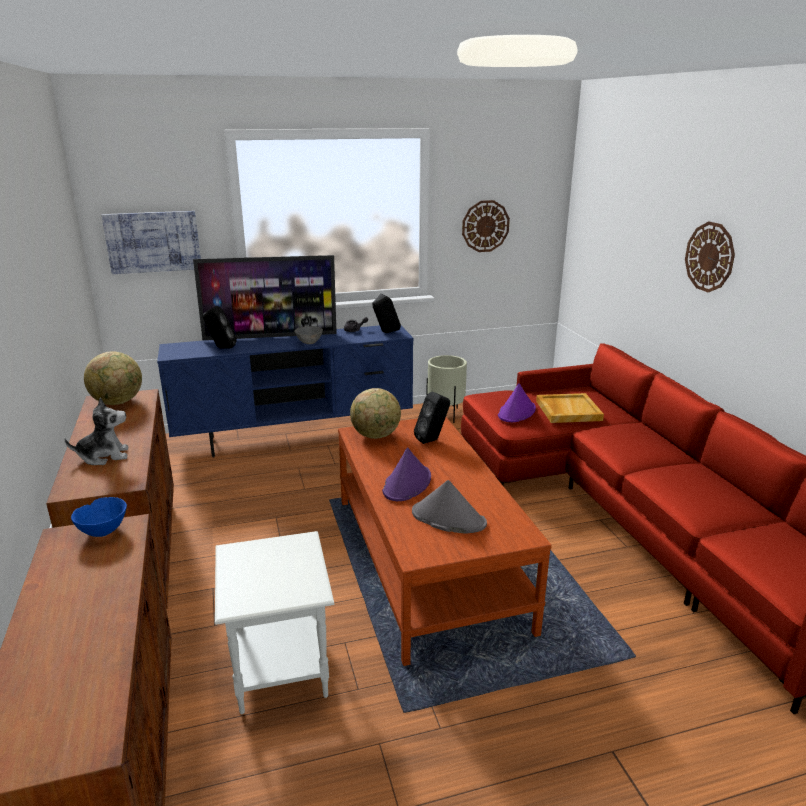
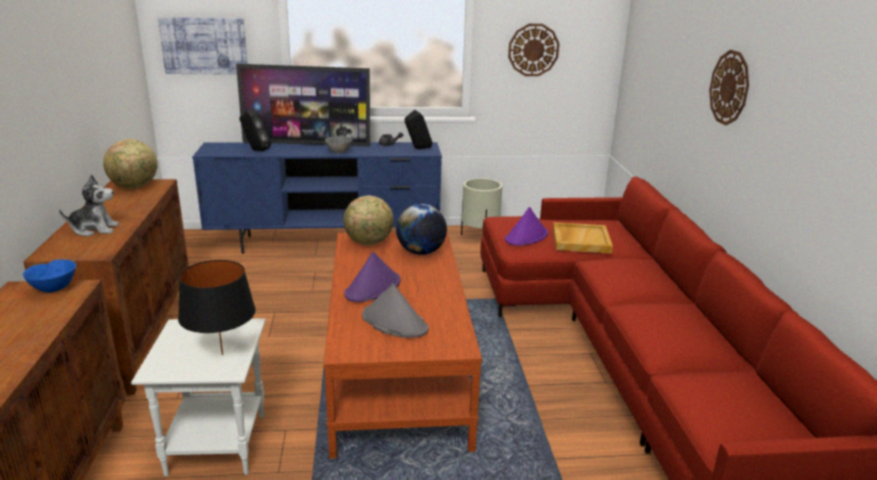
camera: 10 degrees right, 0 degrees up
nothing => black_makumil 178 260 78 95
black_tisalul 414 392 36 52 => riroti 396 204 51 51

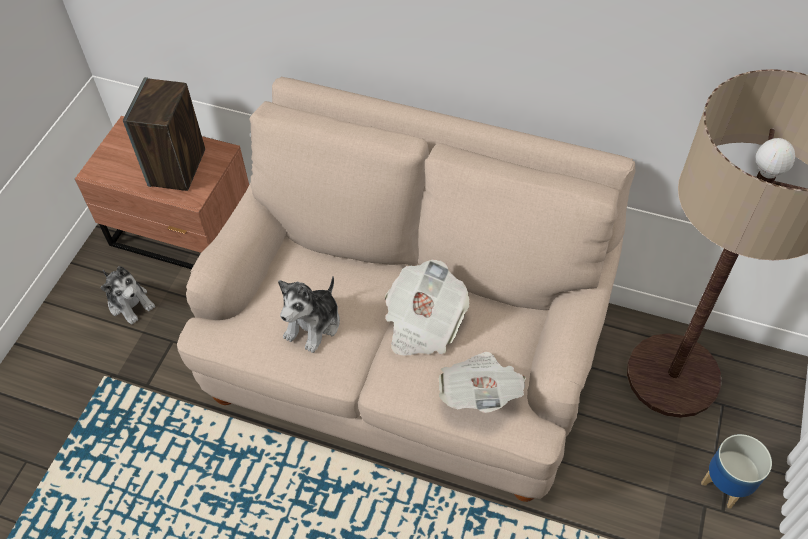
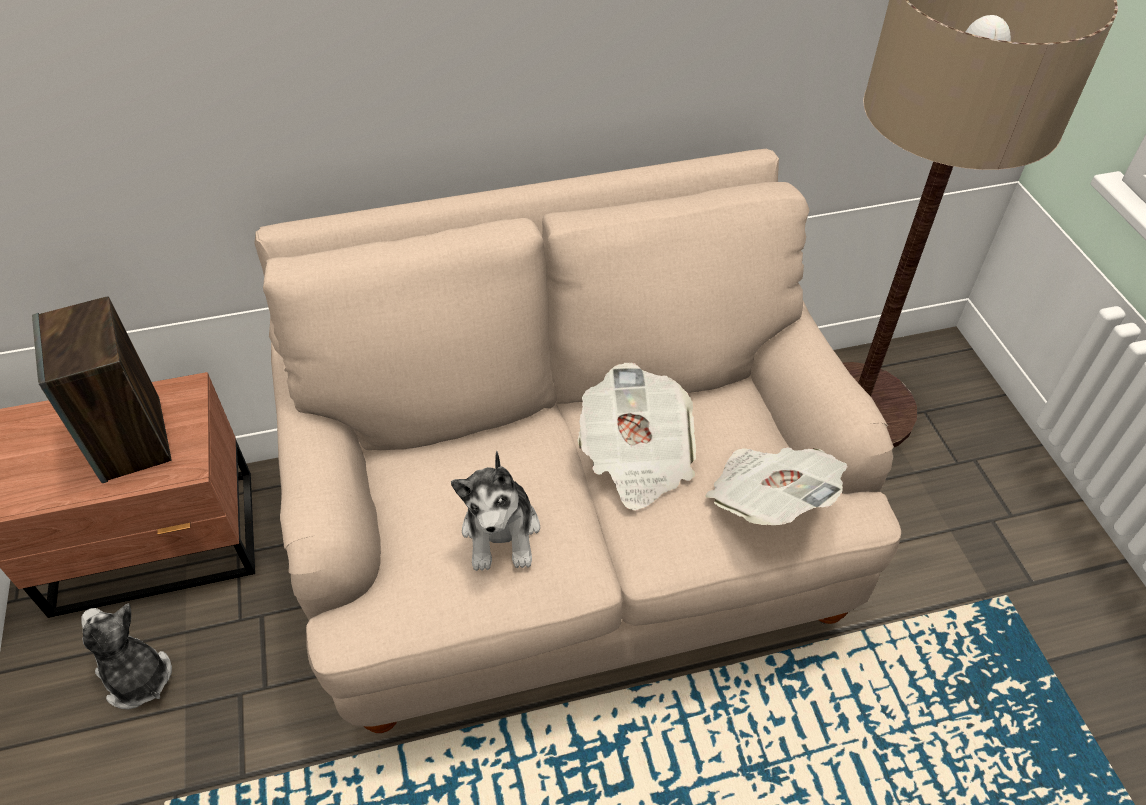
camera: 35 degrees left, 5 degrees down
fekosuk 100 266 55 59 => fekosuk 81 603 91 106, 150 degrees counterclockwise
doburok 701 434 71 75 => nothing

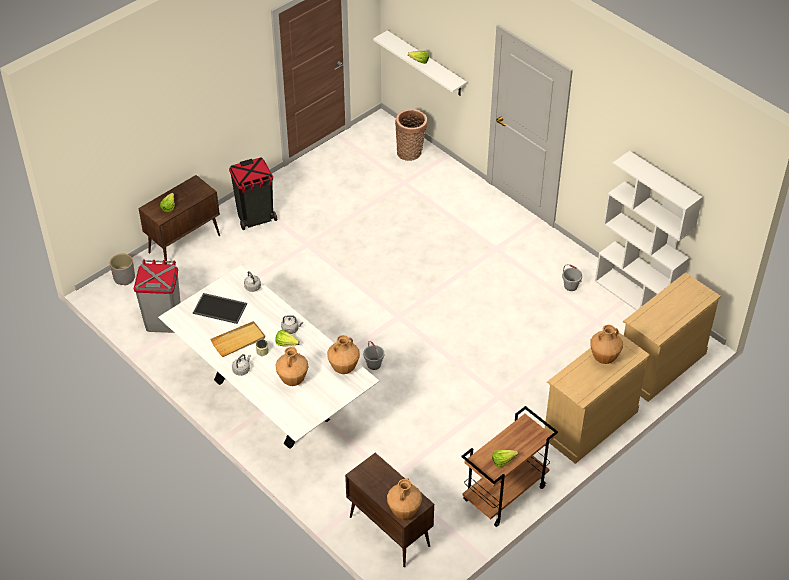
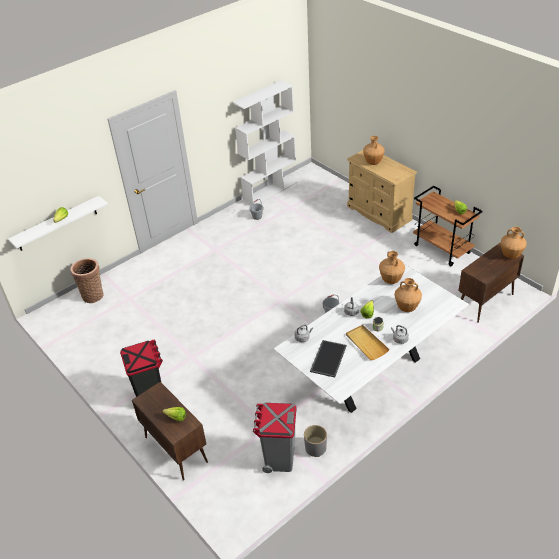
camera: 85 degrees left, 5 degrees down
grey_doburok 110 253 25 33 => grey_doburok 304 425 23 32, relocated
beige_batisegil 623 272 98 130 => nothing

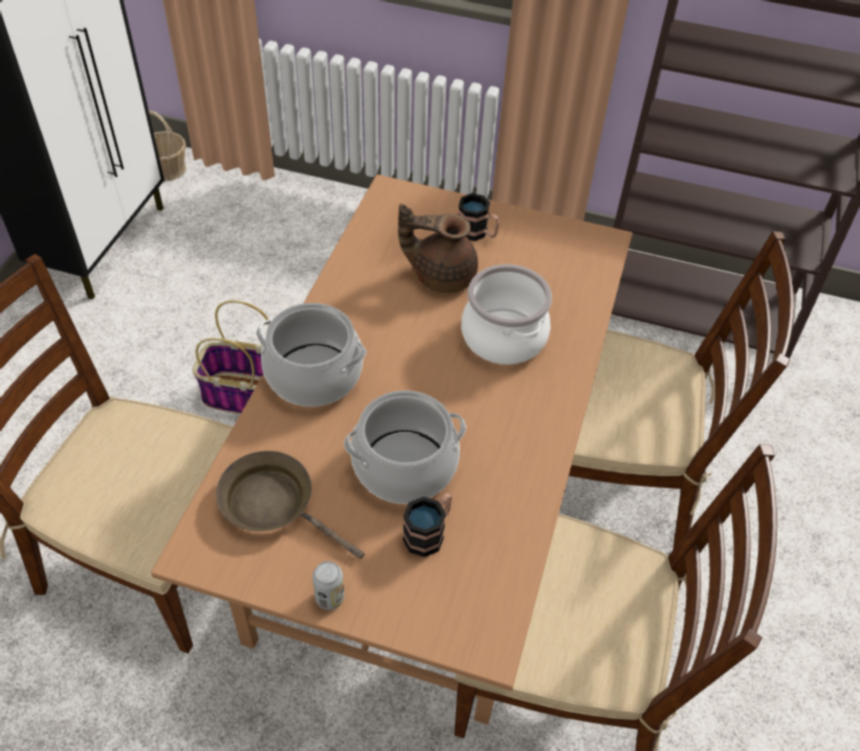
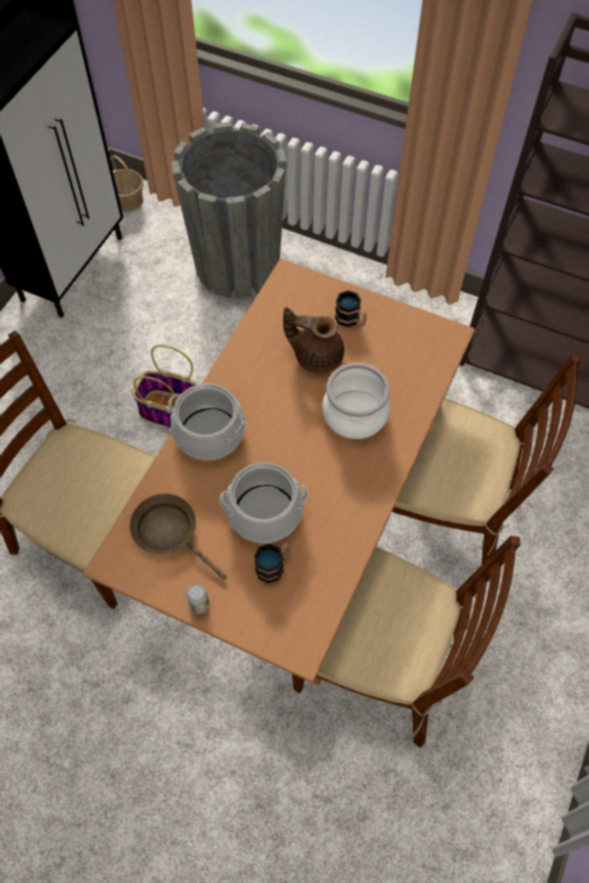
camera: 10 degrees right, 10 degrees up
nothing => grey_doburok 171 122 116 176

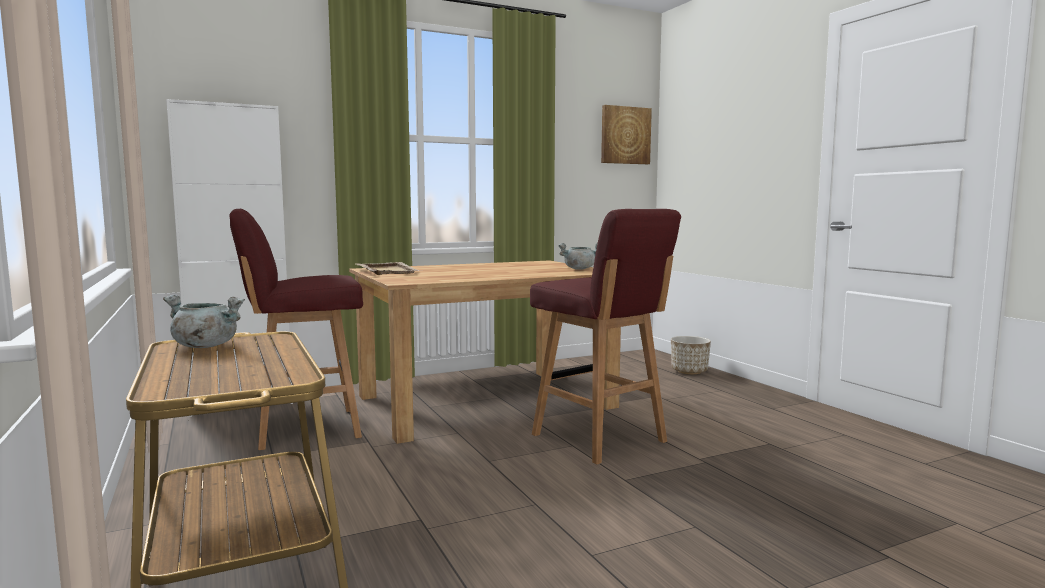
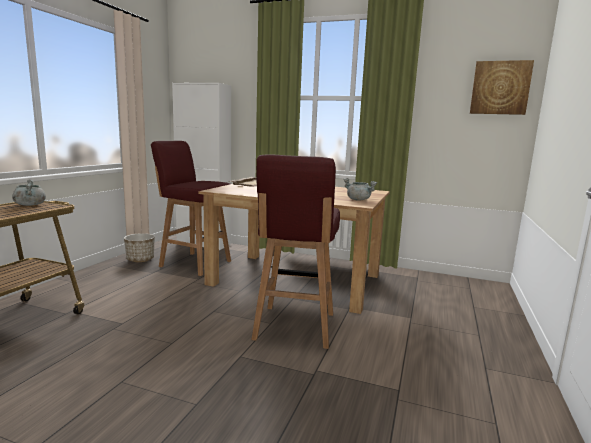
camera: 45 degrees right, 5 degrees up
doburok 671 336 40 38 => doburok 124 233 31 29, relocated

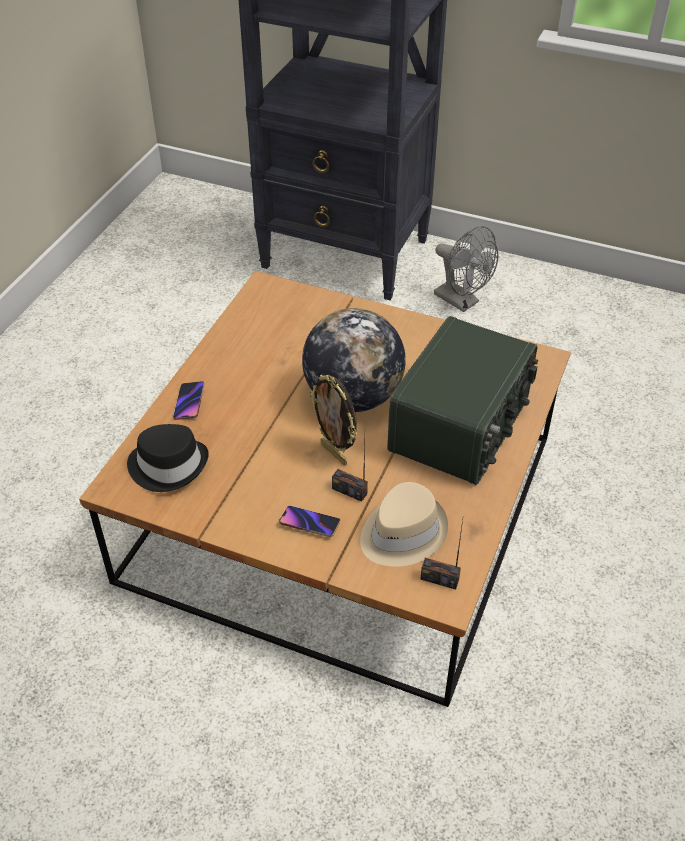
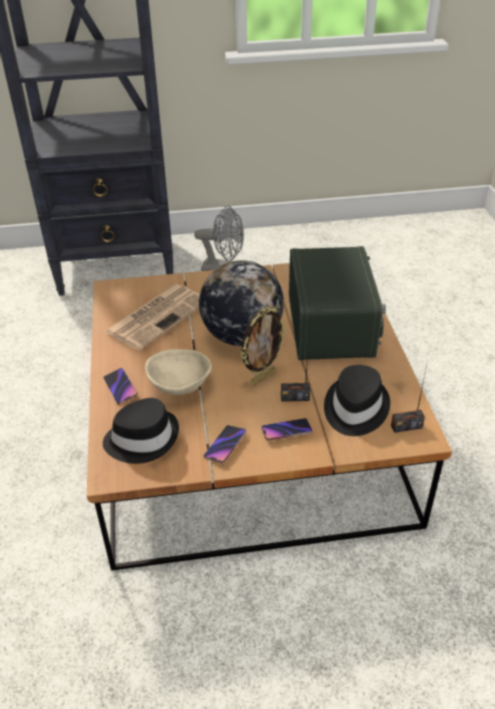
camera: 30 degrees left, 5 degrees down
nothing => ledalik 104 284 96 67
nothing => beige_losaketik 145 349 67 46
nothing => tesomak 204 425 42 38
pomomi 310 374 47 91 => pomomi 240 307 47 79, 60 degrees counterclockwise
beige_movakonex 360 482 88 85 => black_movakonex 324 365 66 71

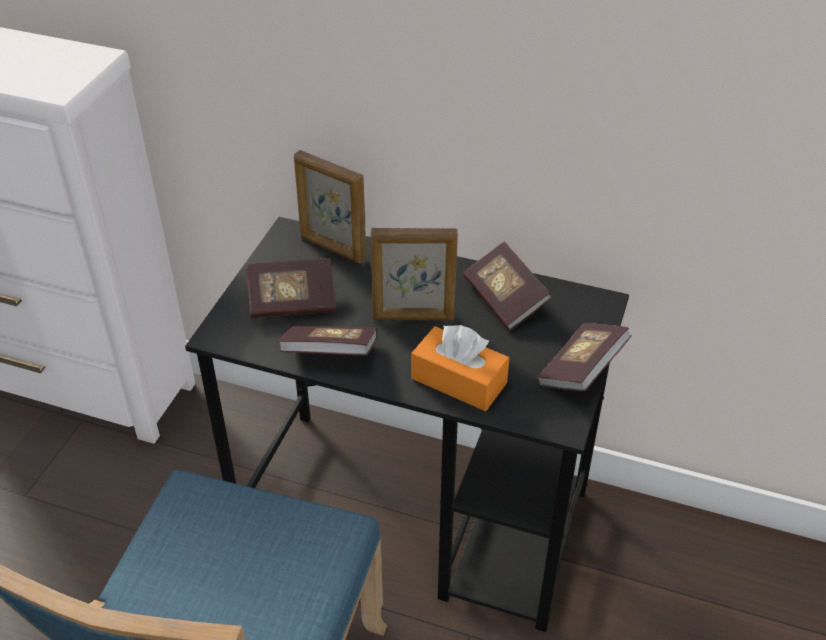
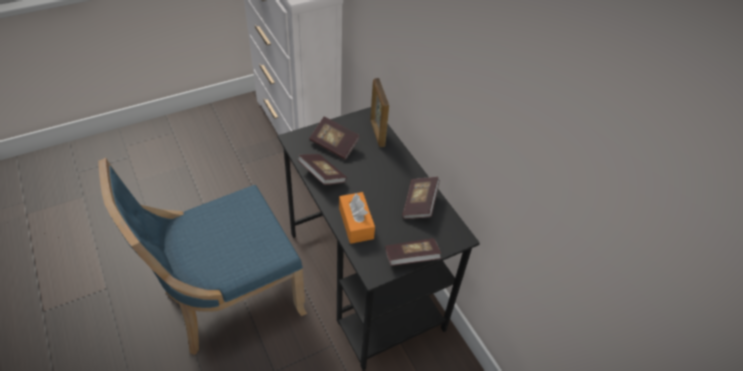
camera: 40 degrees right, 5 degrees up
pomomi 370 228 88 92 => nothing

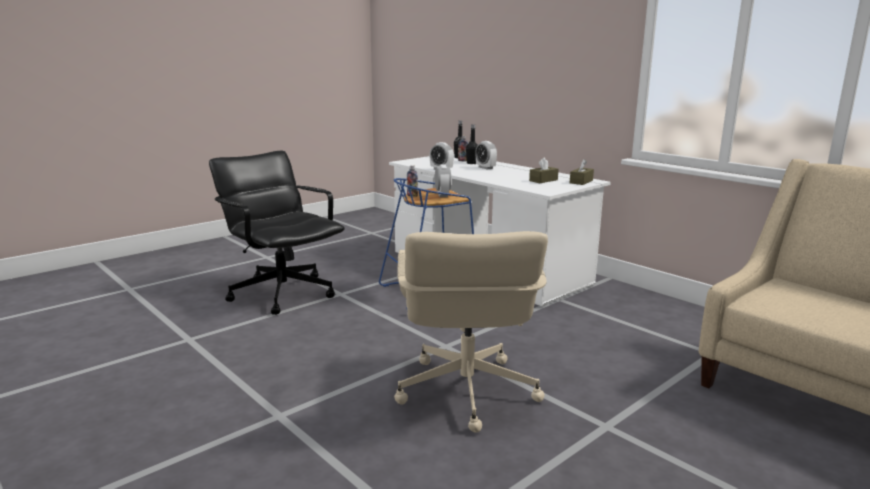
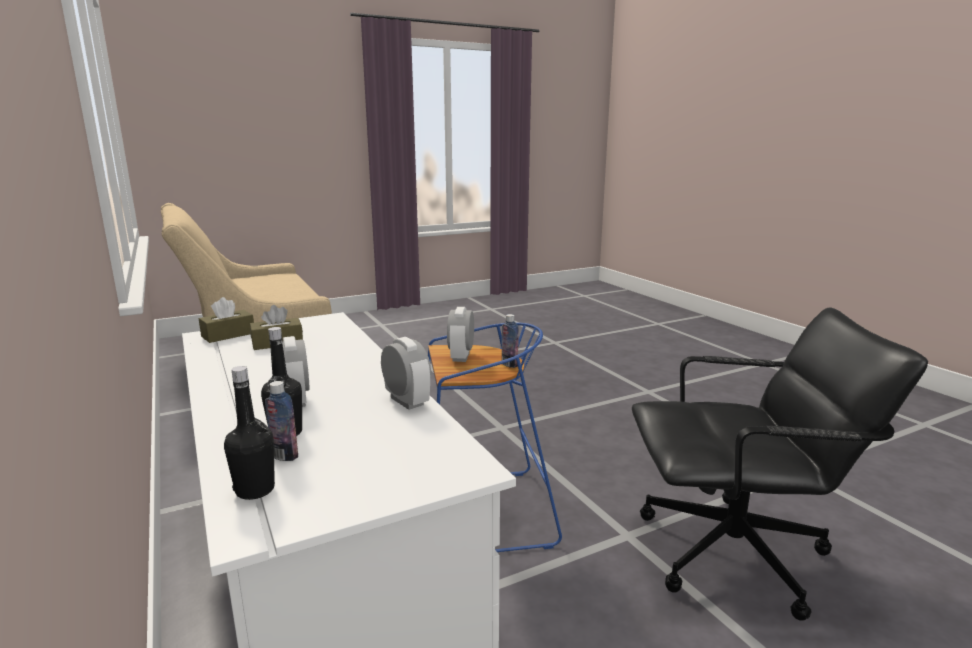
camera: 165 degrees left, 0 degrees up
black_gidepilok 209 151 136 164 => black_gidepilok 632 307 296 314, 60 degrees counterclockwise
beige_gidepilok 394 231 154 202 => nothing

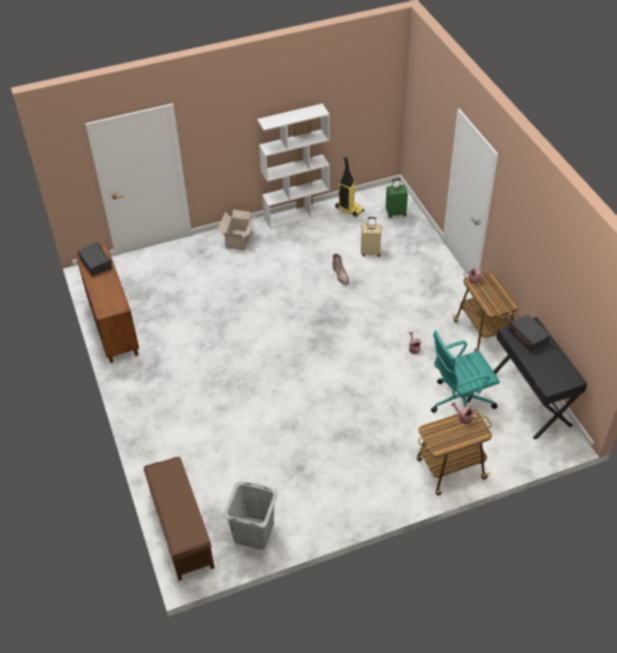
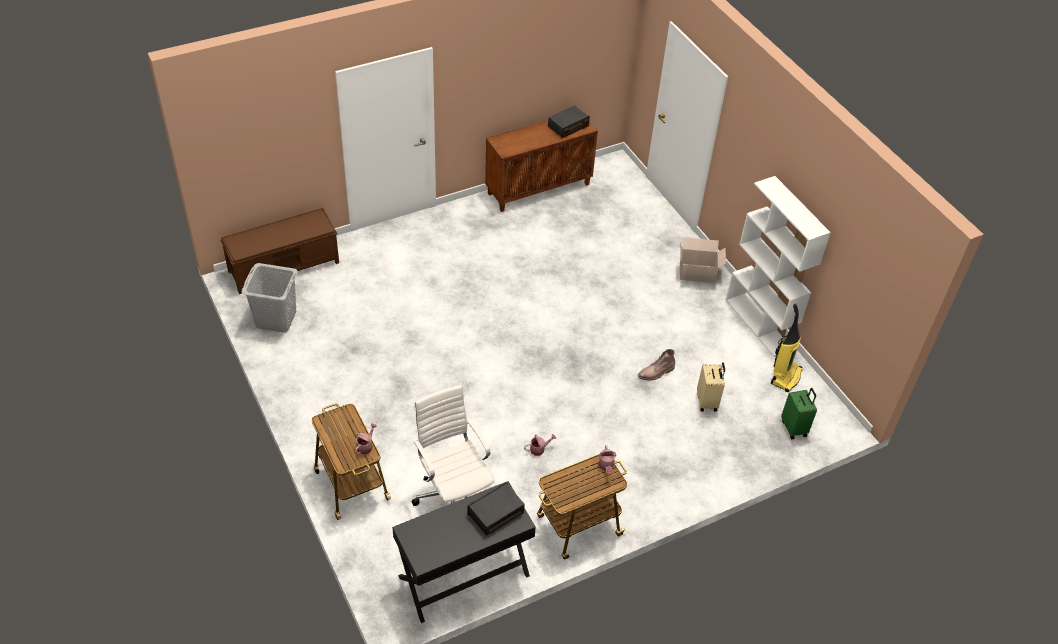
camera: 80 degrees right, 0 degrees up
turquoise_gidepilok 431 330 69 83 => white_gidepilok 411 385 83 121

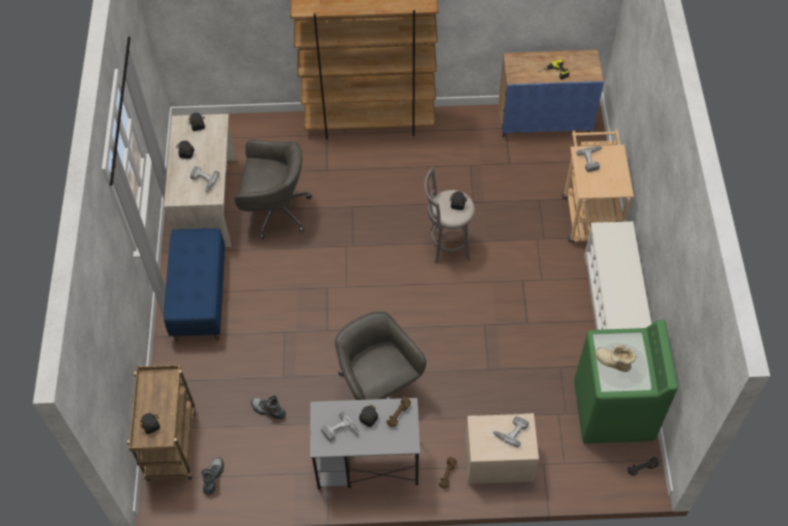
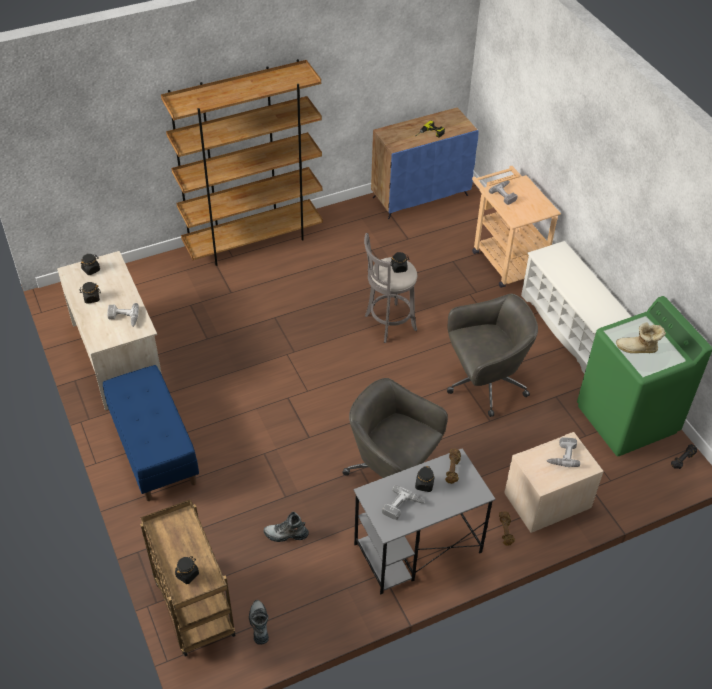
camera: 25 degrees left, 10 degrees down
grey_gidepilok 234 139 78 100 => grey_gidepilok 447 294 91 123, relocated

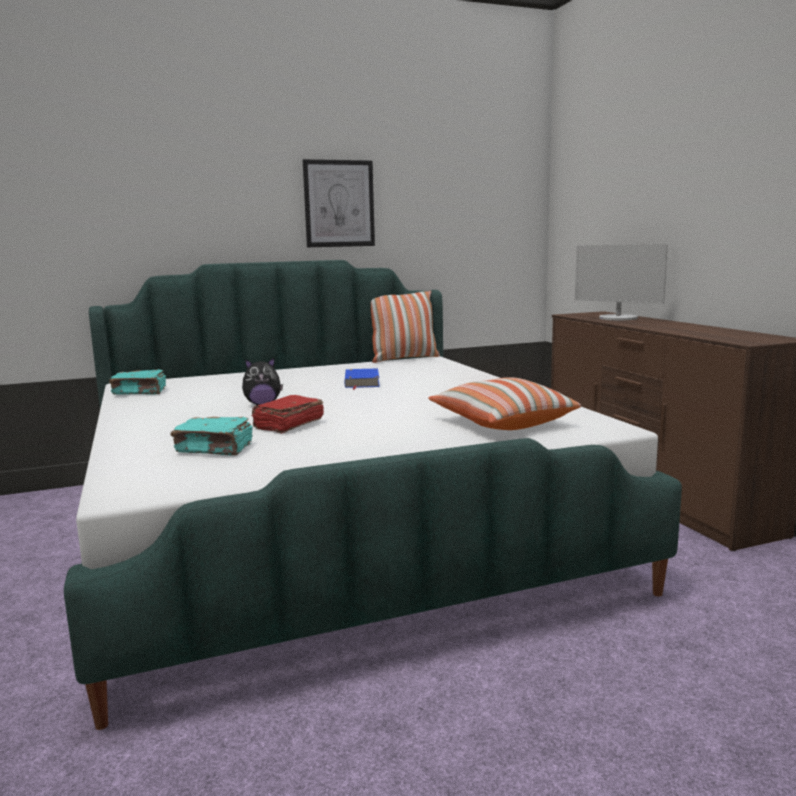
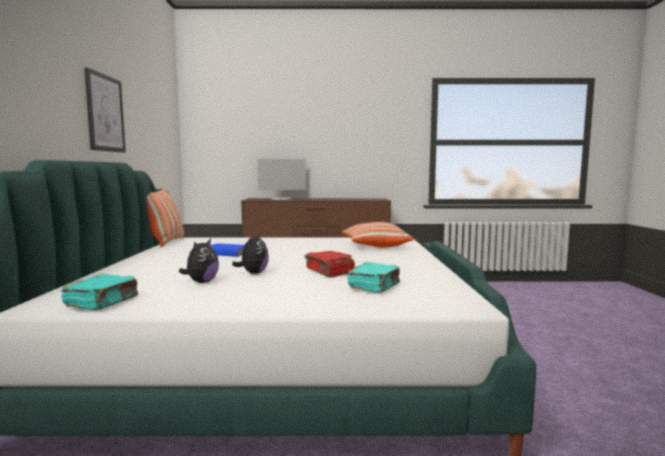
camera: 70 degrees left, 5 degrees down
nothing => fekosuk 179 238 40 45

